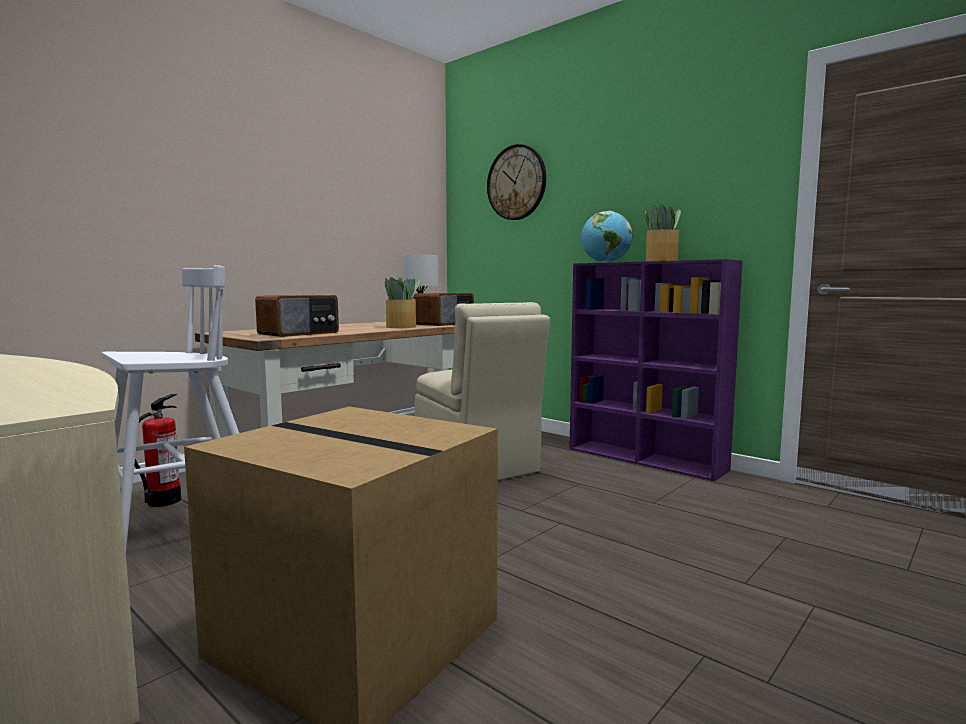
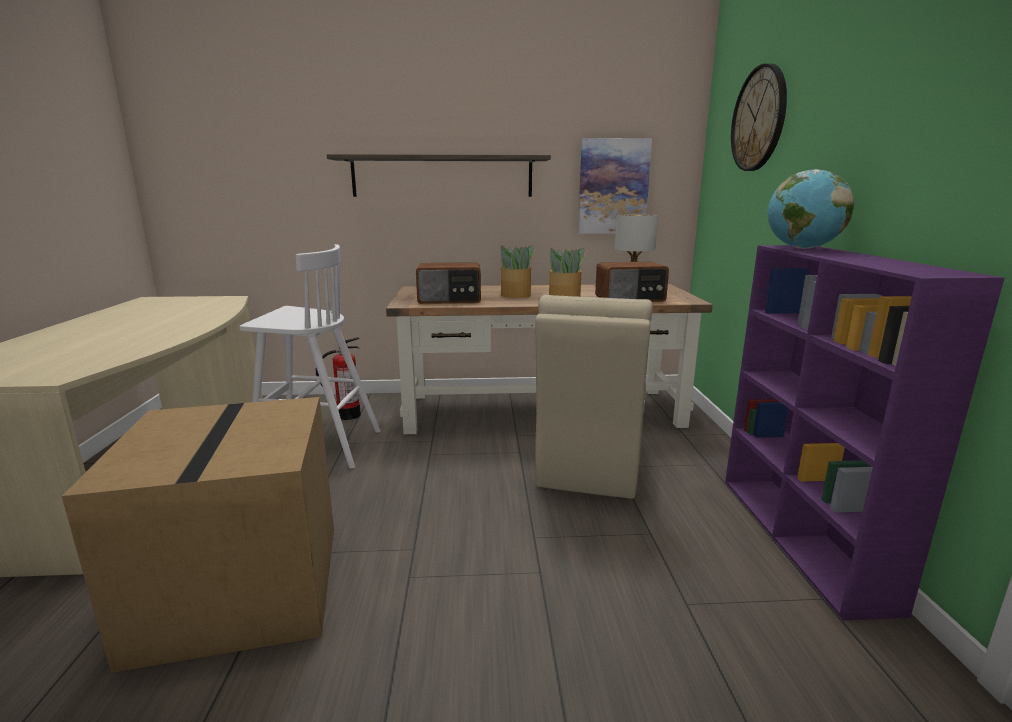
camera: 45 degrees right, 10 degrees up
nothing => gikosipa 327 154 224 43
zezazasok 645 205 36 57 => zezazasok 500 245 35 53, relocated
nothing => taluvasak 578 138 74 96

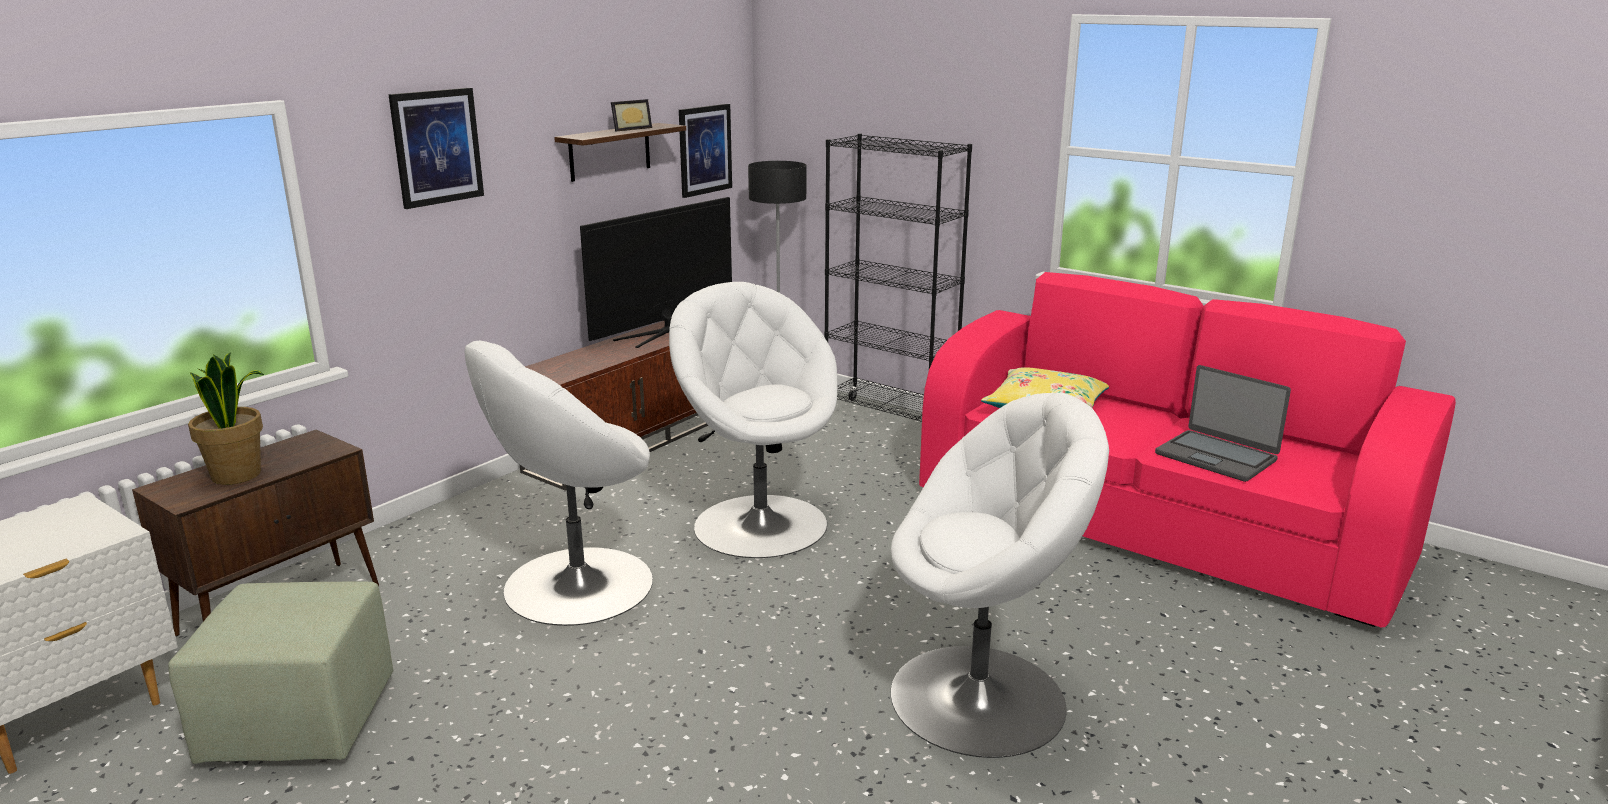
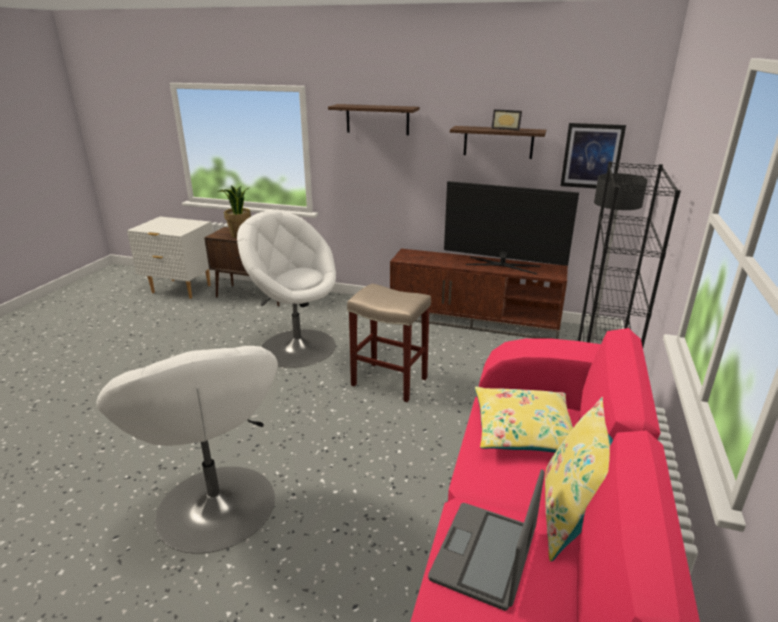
camera: 70 degrees right, 5 degrees up
taluvasak 388 88 96 121 => gikosipa 328 104 91 31
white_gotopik 669 282 168 276 => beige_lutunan 347 284 84 118
nothing => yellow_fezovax 545 397 68 164
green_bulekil 168 581 225 183 => nothing

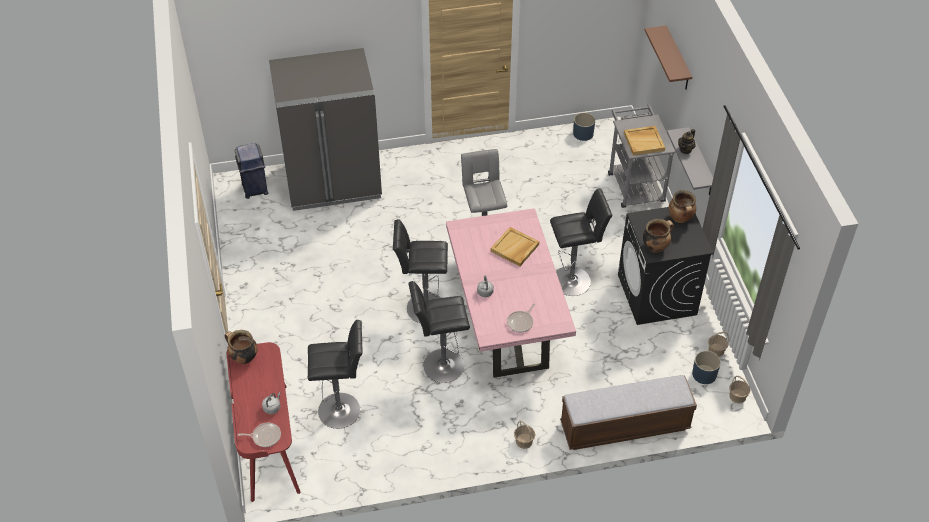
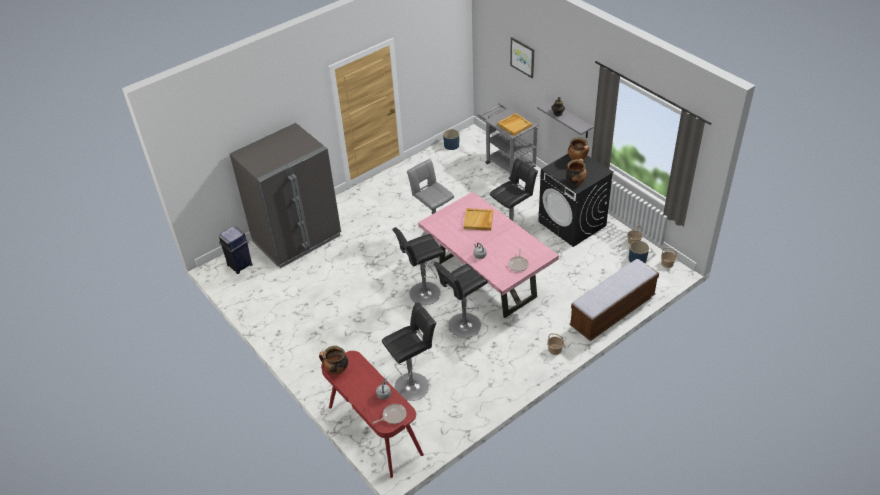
camera: 25 degrees left, 5 degrees down
brown_gikosipa 645 26 47 64 => taluvasak 510 37 24 42

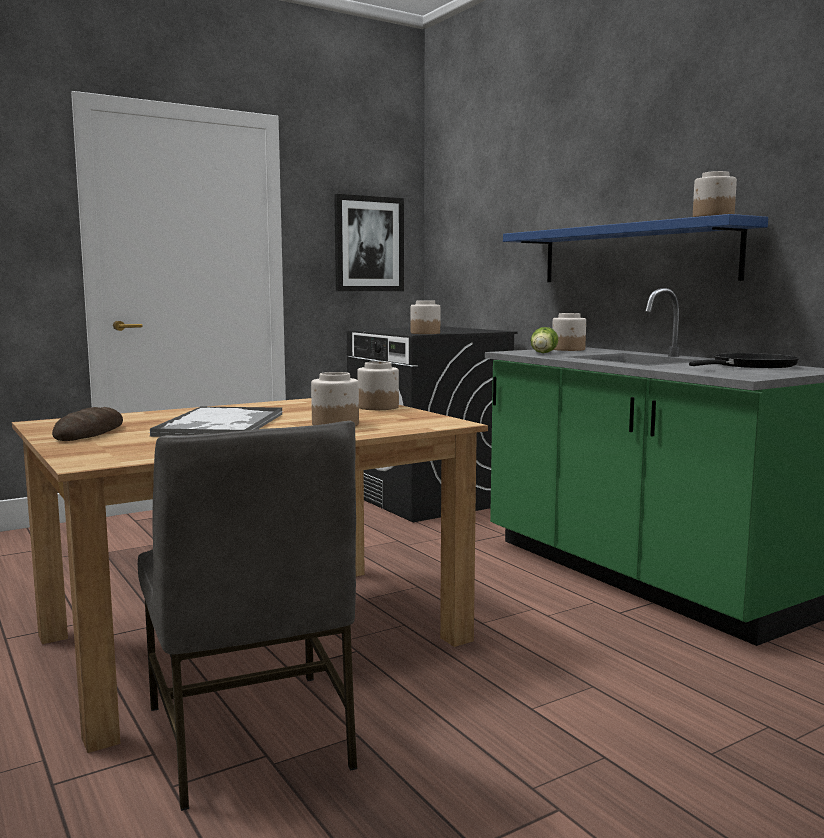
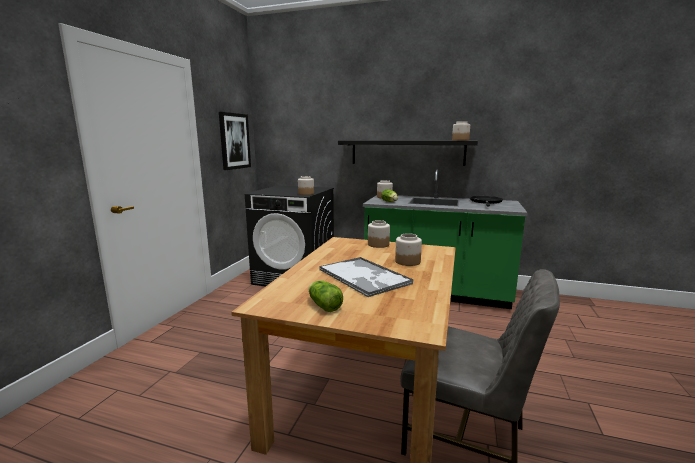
camera: 40 degrees left, 5 degrees up
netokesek 52 407 71 34 => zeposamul 308 280 35 32
blue_gikosipa 503 214 265 68 => black_gikosipa 338 140 140 26

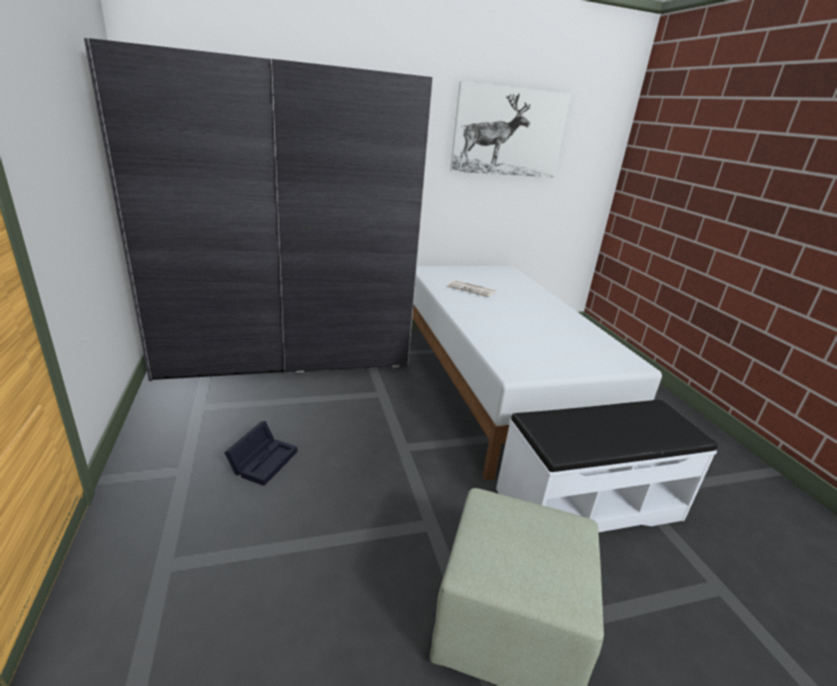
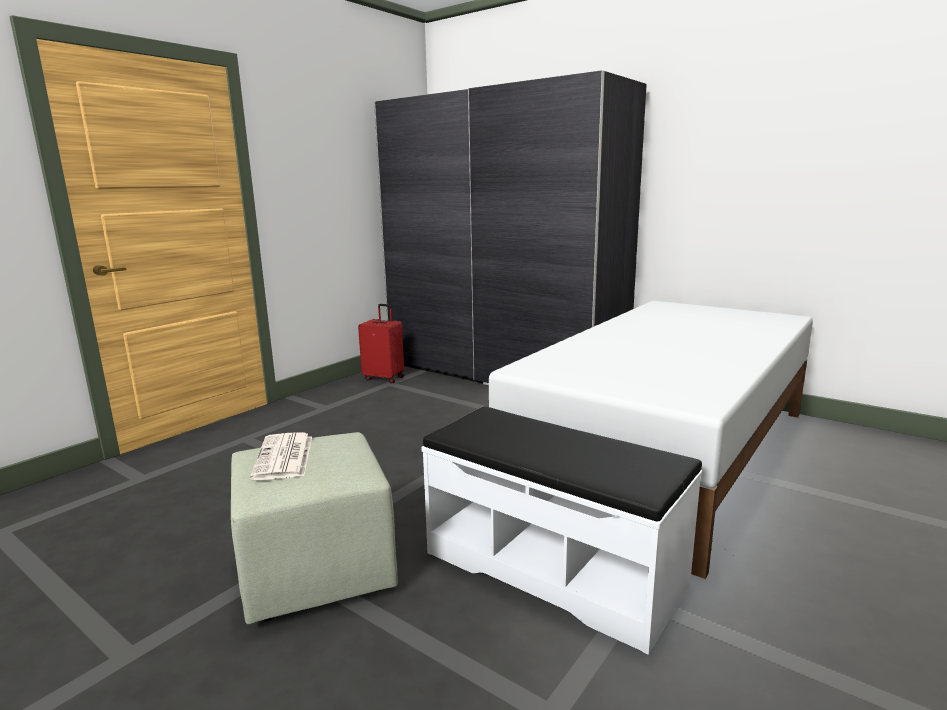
camera: 55 degrees right, 10 degrees down
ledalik 447 280 49 17 => ledalik 250 432 62 48, relocated
nothing => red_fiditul 358 304 46 80
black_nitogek 224 421 73 65 => nothing
taluvasak 450 81 121 97 => nothing

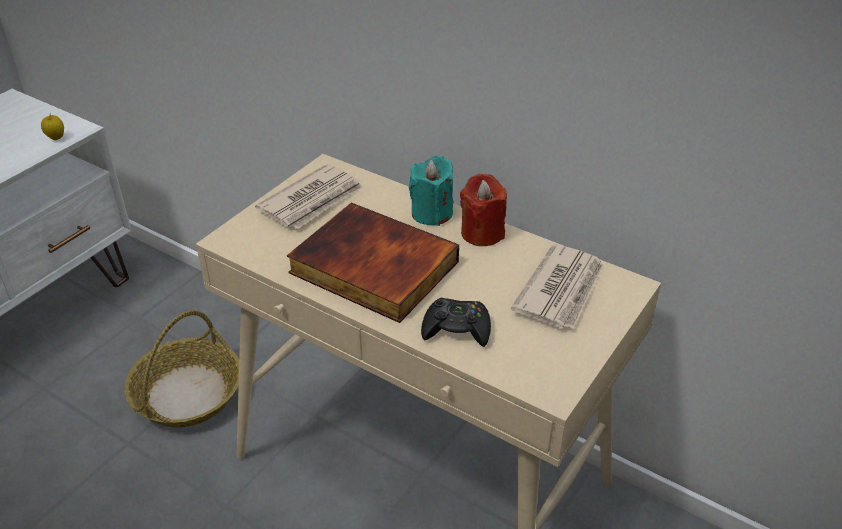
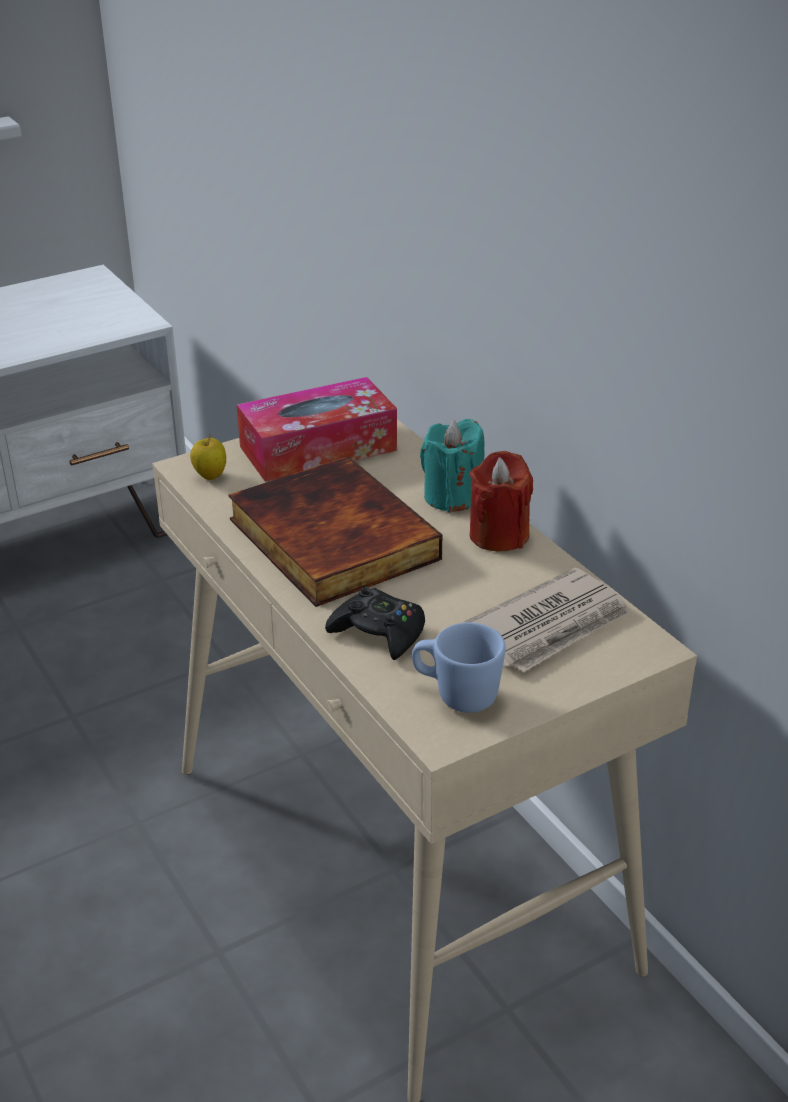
camera: 25 degrees right, 5 degrees down
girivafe 41 113 23 27 => girivafe 190 435 36 45, relocated
ledalik 255 164 108 65 => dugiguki 237 377 160 105
nothing => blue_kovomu 412 623 94 90
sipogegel 124 310 115 117 => nothing

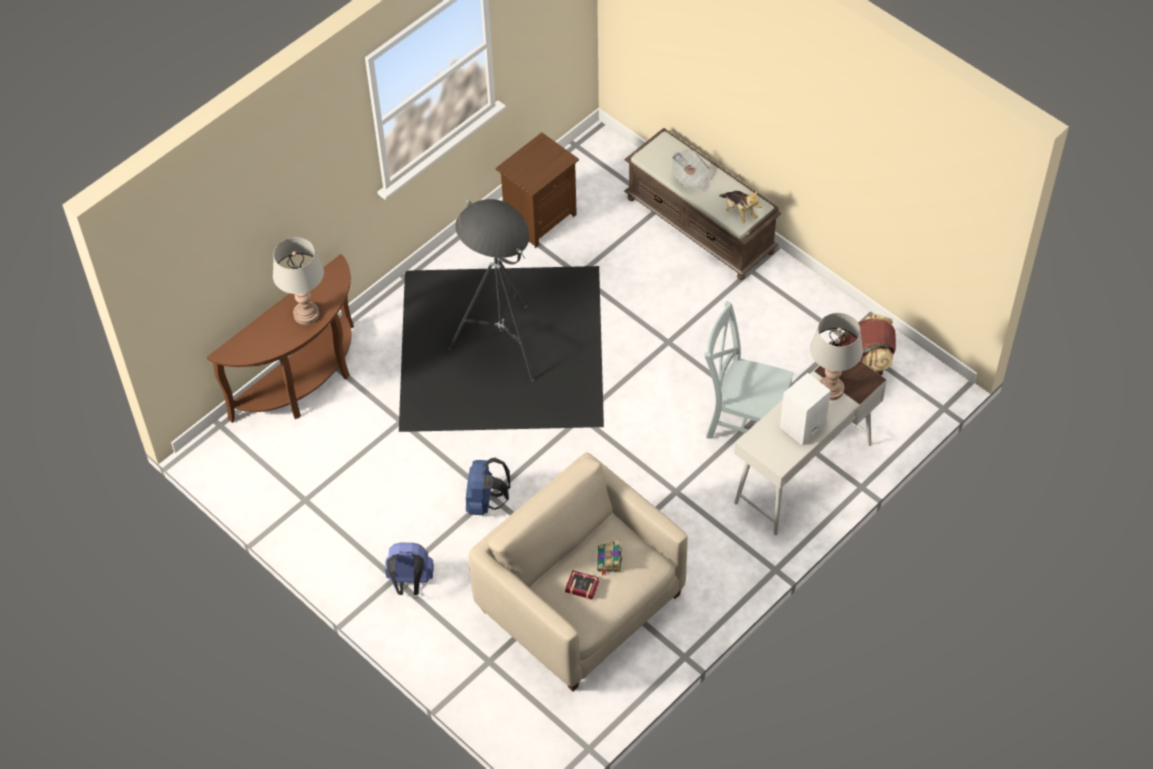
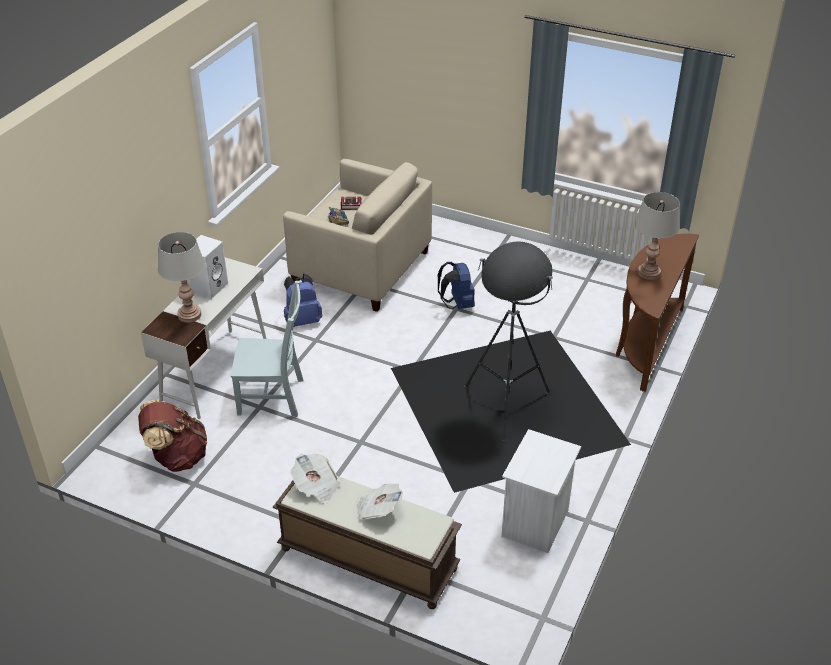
camera: 160 degrees right, 15 degrees down
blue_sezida 385 543 49 52 => blue_sezida 284 274 38 53, relocated
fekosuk 719 191 43 32 => ledalik 291 454 49 50
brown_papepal 495 132 84 116 => white_papepal 501 429 80 124

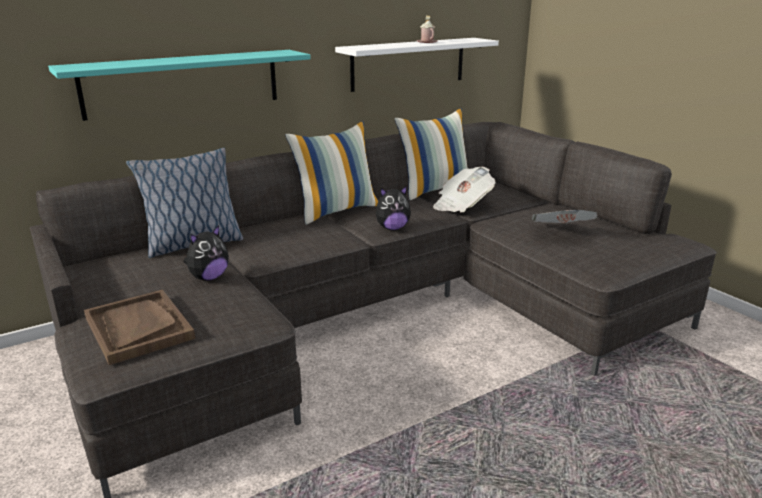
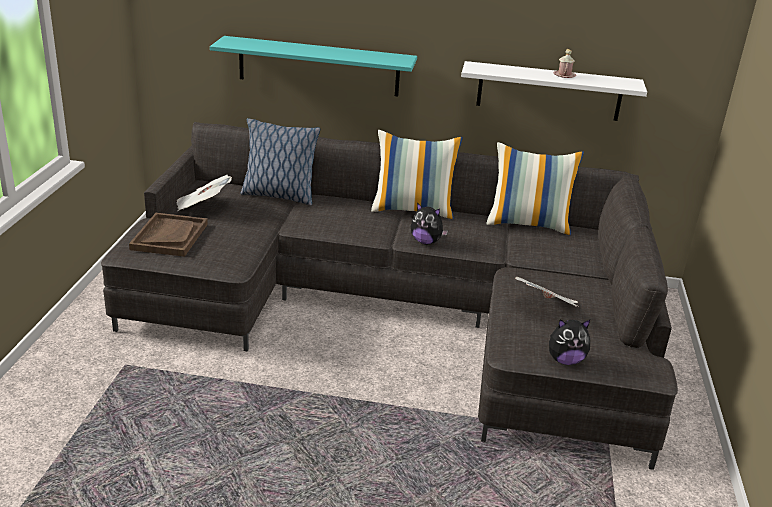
camera: 40 degrees right, 5 degrees up
ledalik 433 167 62 45 => ledalik 177 175 55 36, relocated
fekosuk 184 225 45 56 => fekosuk 549 319 41 46, relocated

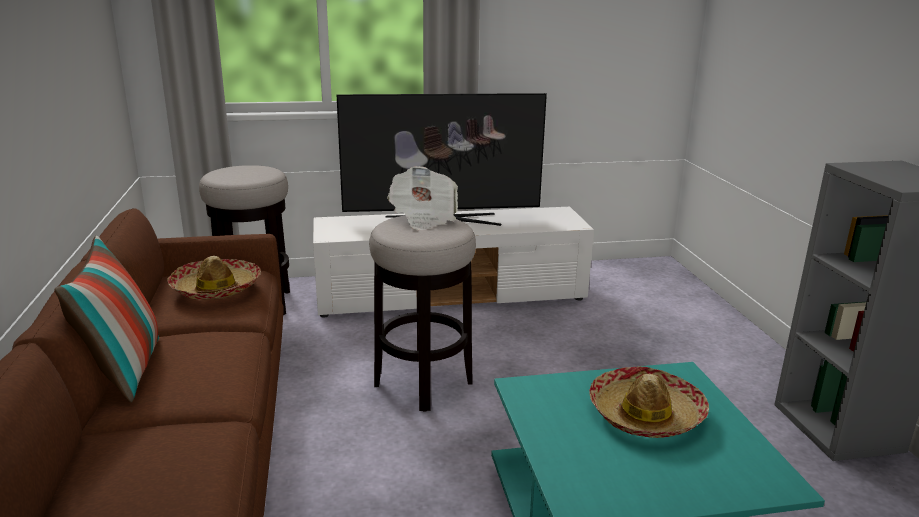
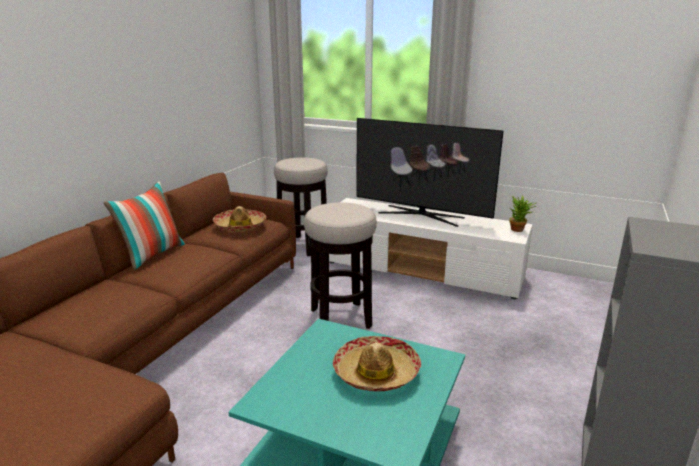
camera: 35 degrees right, 0 degrees up
nothing => zezazasok 509 195 27 37
ledalik 387 166 71 64 => nothing

